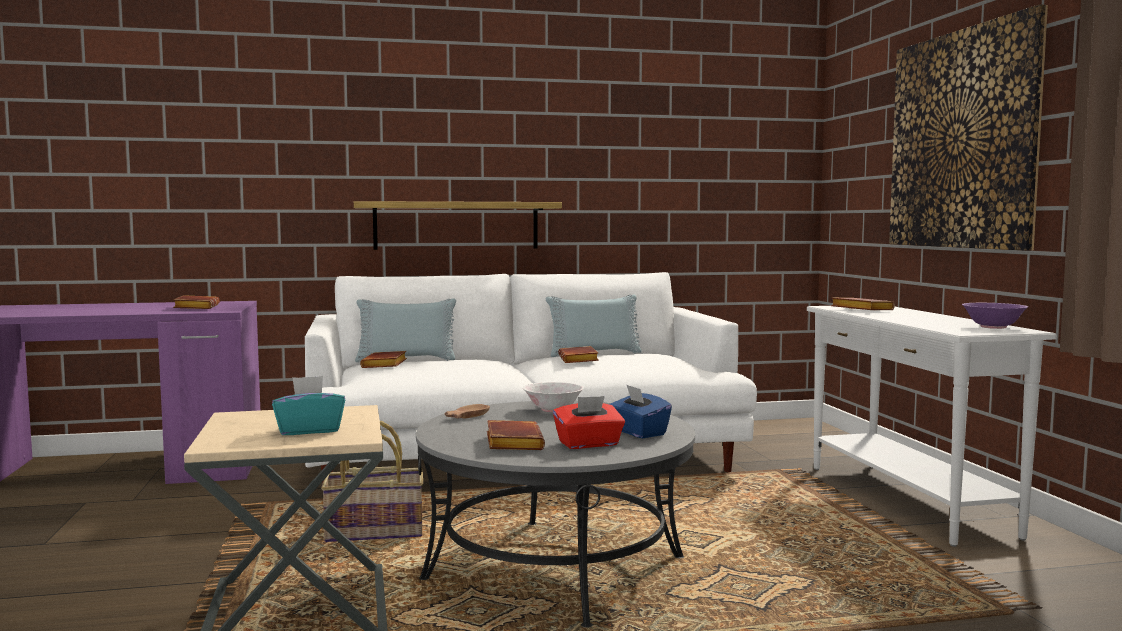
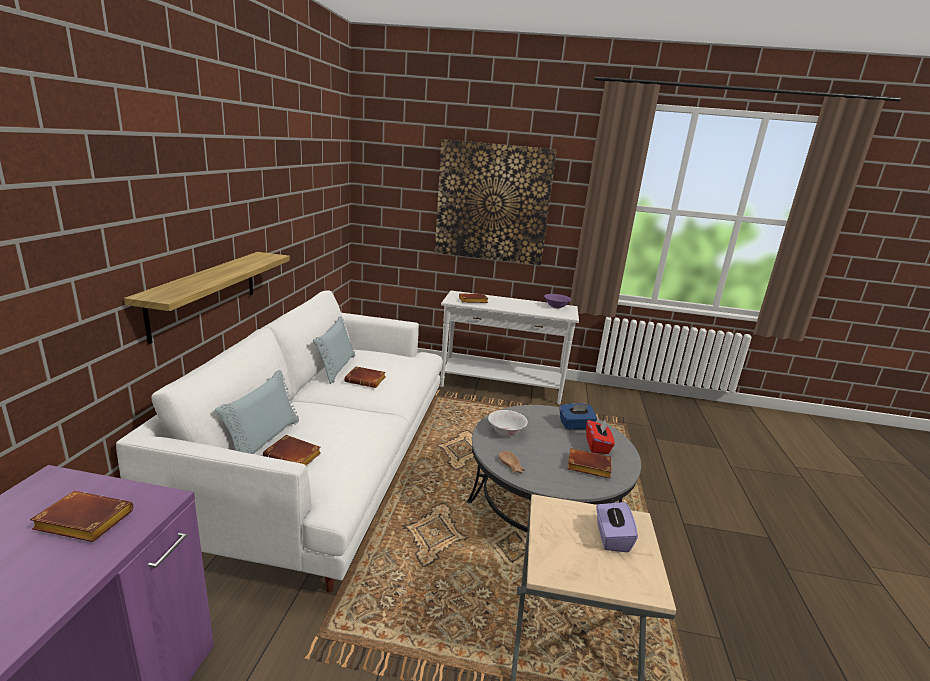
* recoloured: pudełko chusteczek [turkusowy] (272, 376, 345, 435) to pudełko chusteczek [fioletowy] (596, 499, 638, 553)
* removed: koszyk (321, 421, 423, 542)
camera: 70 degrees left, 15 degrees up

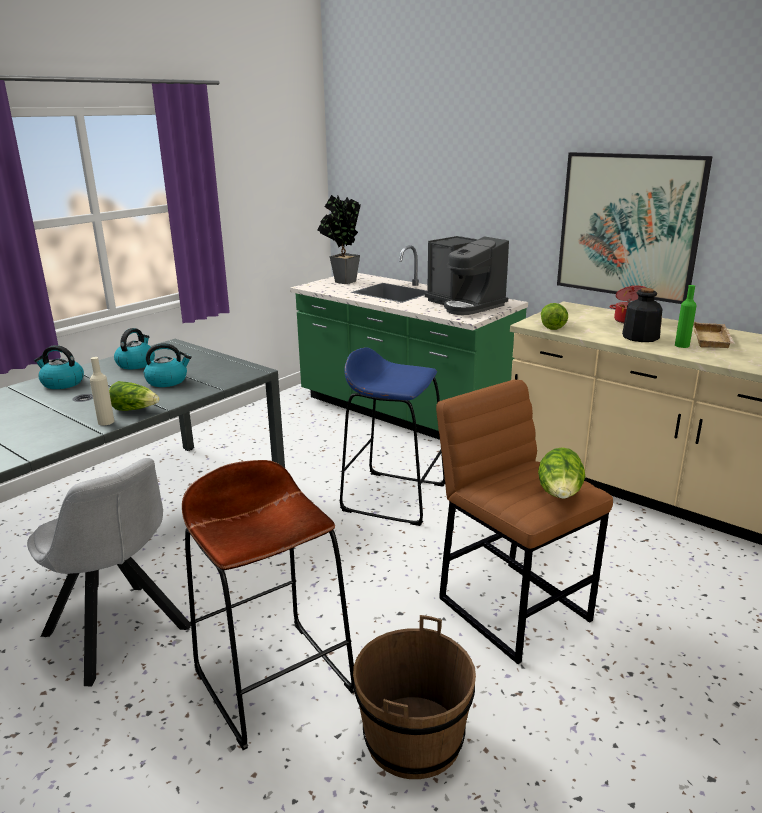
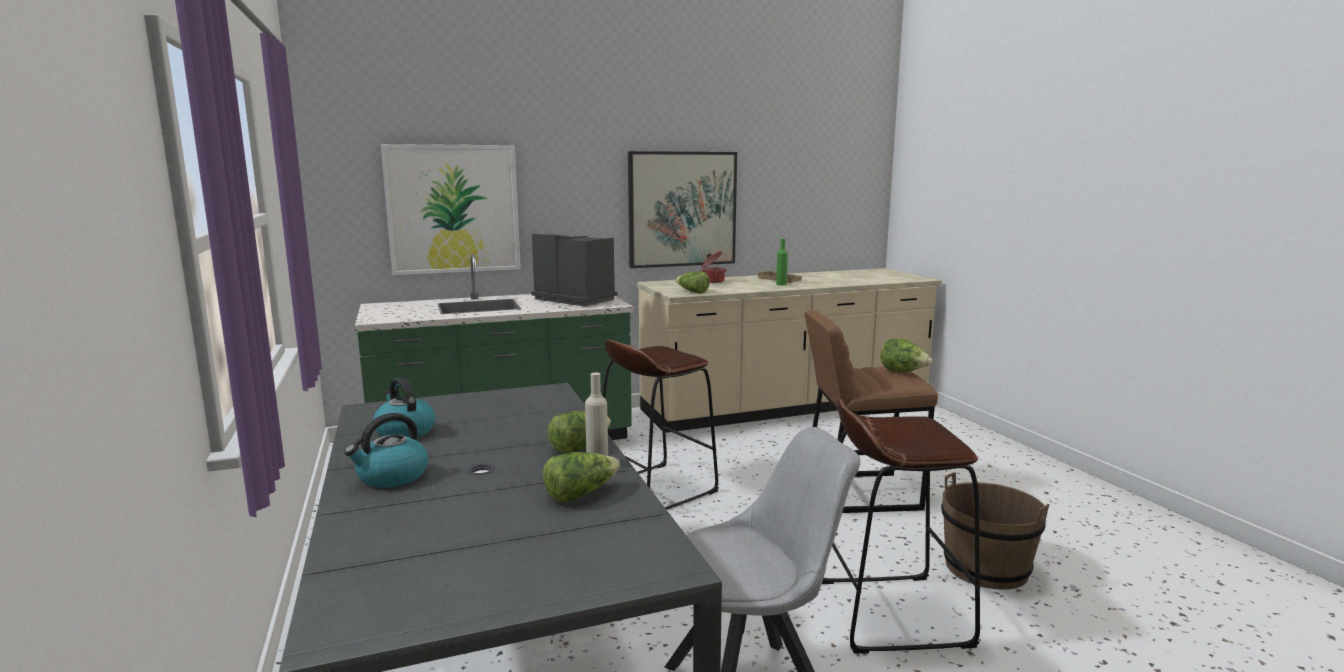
* removed: czajnik (144, 343, 192, 387)
* removed: roślina doniczkowa (317, 195, 361, 284)
* recoloured: stołek [niebieski] (340, 347, 445, 526) to stołek [brązowy] (603, 340, 719, 510)
* turned: ekspres do kawy (425, 236, 509, 315) = (531, 233, 617, 306) 135 degrees counterclockwise
* removed: butelka (622, 288, 662, 342)
* added: obraz (381, 144, 521, 275)
* added: sałata (543, 452, 620, 503)
camera: 60 degrees left, 10 degrees down

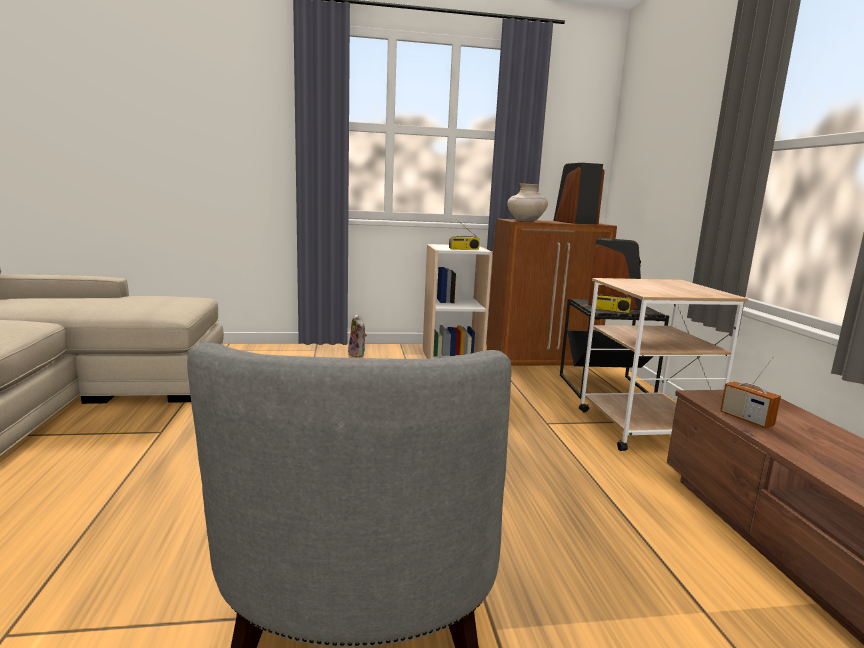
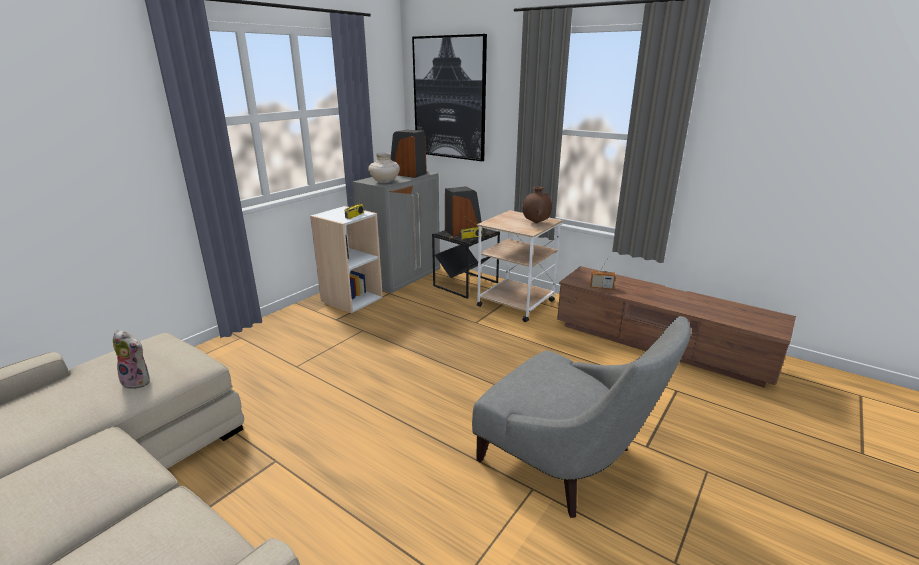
* moved: pluszak (348, 314, 367, 357) to (113, 330, 150, 389)
* recoloured: szafka [brązowy] (486, 219, 617, 366) to szafka [szary] (352, 171, 440, 293)
* added: obraz (412, 34, 487, 161)
* added: wazon [brązowy] (522, 187, 552, 224)
camera: 45 degrees left, 10 degrees up

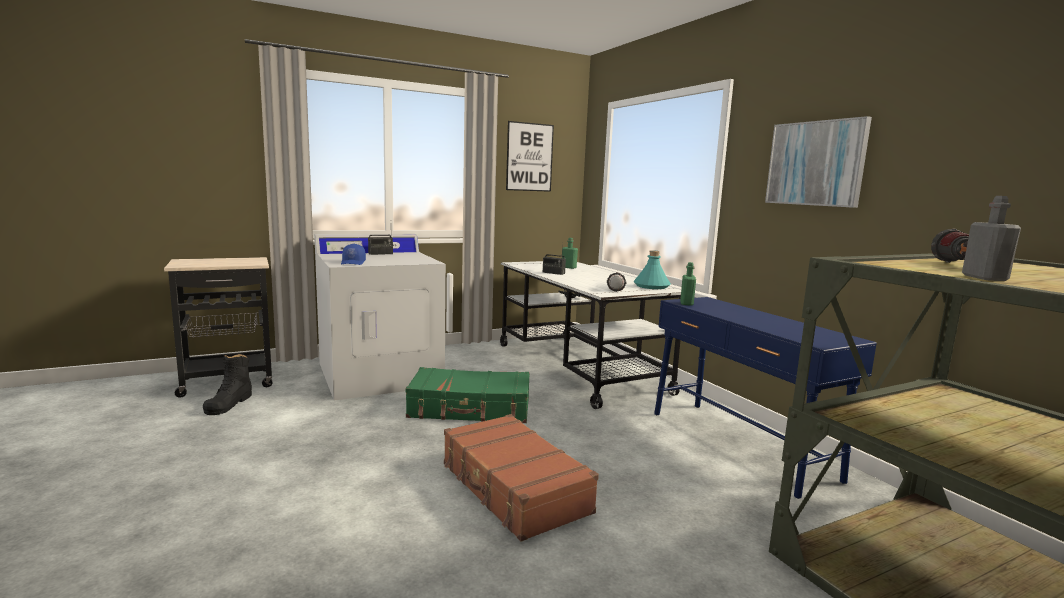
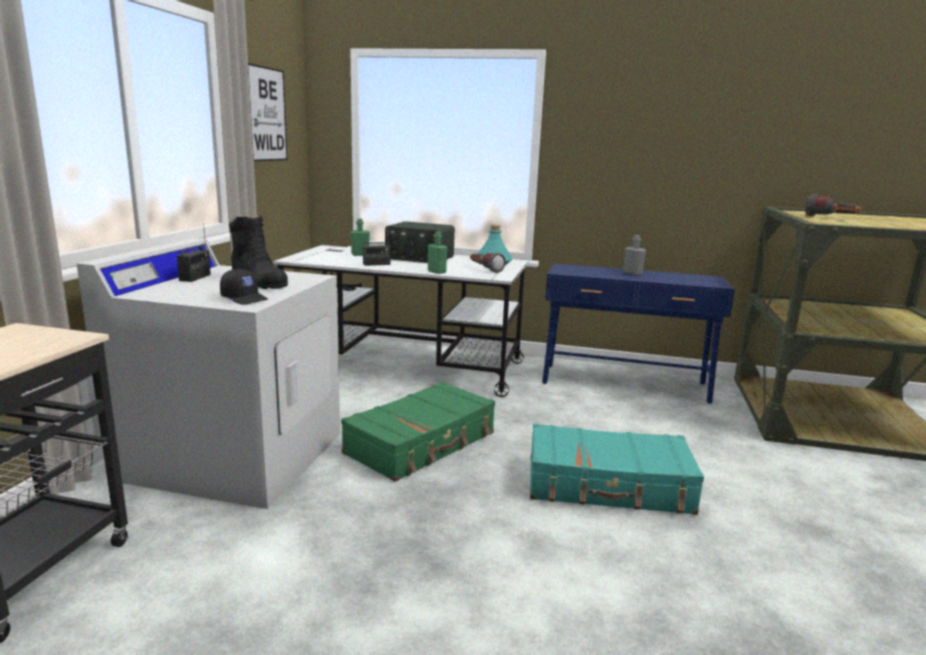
* moved: but z cholewką [czarny] (203, 354, 252, 415) to (229, 215, 288, 289)
* recoloured: czapka z daszkiem [niebieski] (341, 244, 366, 265) to czapka z daszkiem [czarny] (220, 268, 268, 305)
* recoloured: walizka [brązowy] (444, 414, 599, 541) to walizka [turkusowy] (530, 423, 704, 515)
* moved: butelka [zielony] (680, 262, 696, 306) to (428, 231, 447, 274)
* removed: obraz (765, 116, 872, 208)
* moved: butelka [szary] (962, 196, 1021, 281) to (623, 235, 646, 276)
* added: radio (385, 221, 455, 263)
camera: 50 degrees left, 5 degrees up

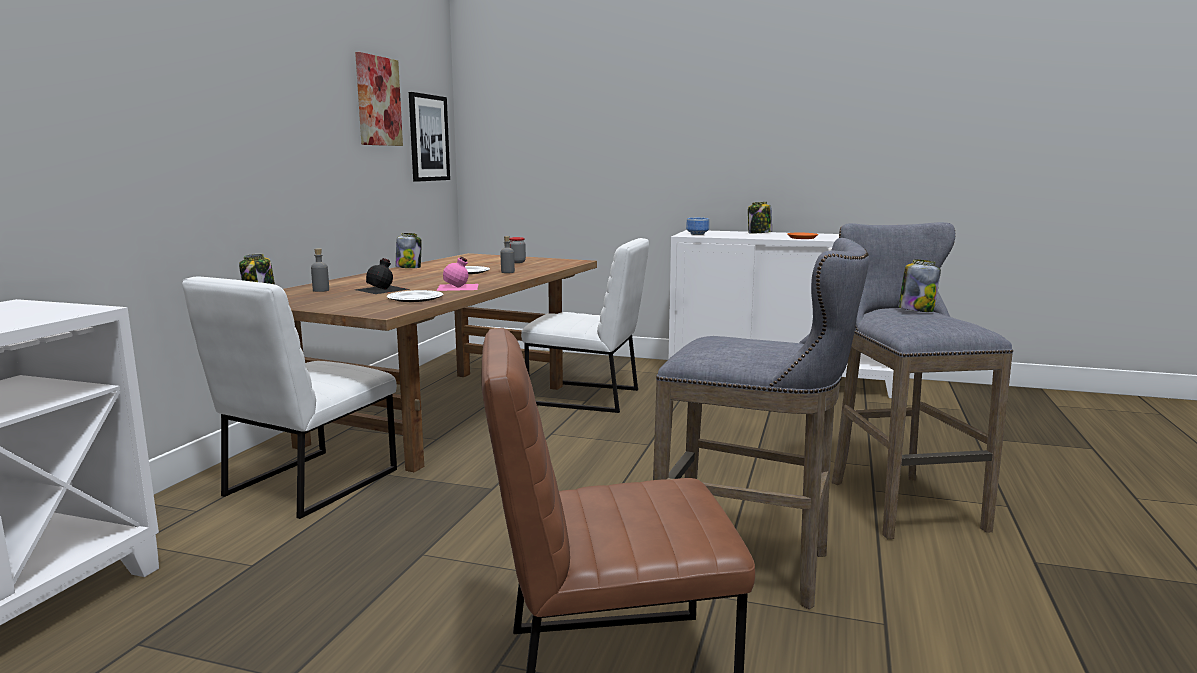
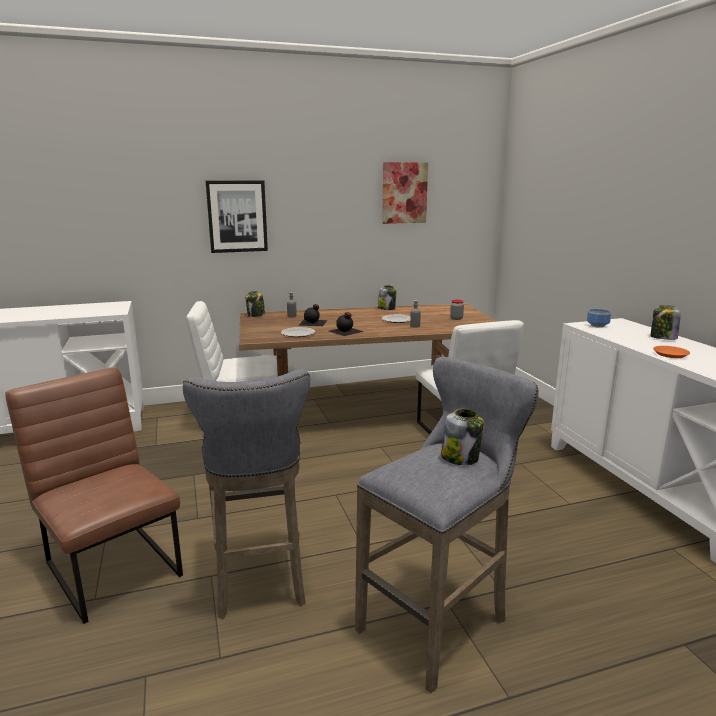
* moved: obraz (409, 92, 450, 182) to (206, 180, 268, 253)
* recoloured: butelka [różowy] (437, 257, 478, 291) to butelka [czarny] (329, 312, 364, 336)
camera: 55 degrees right, 5 degrees up

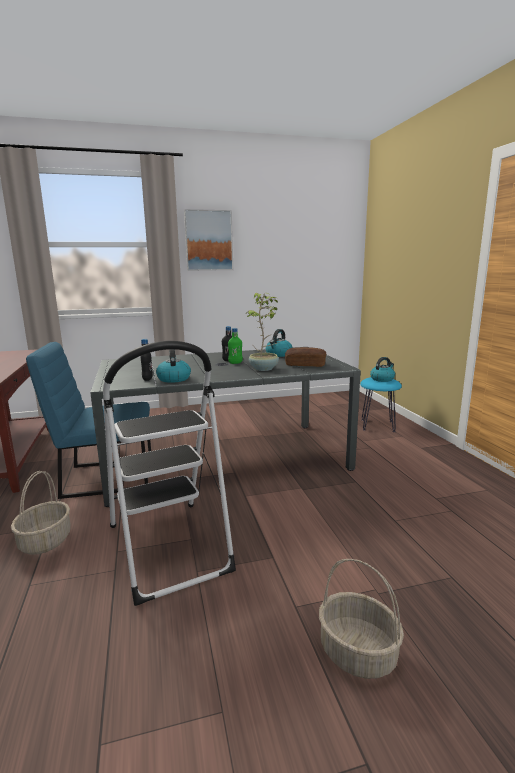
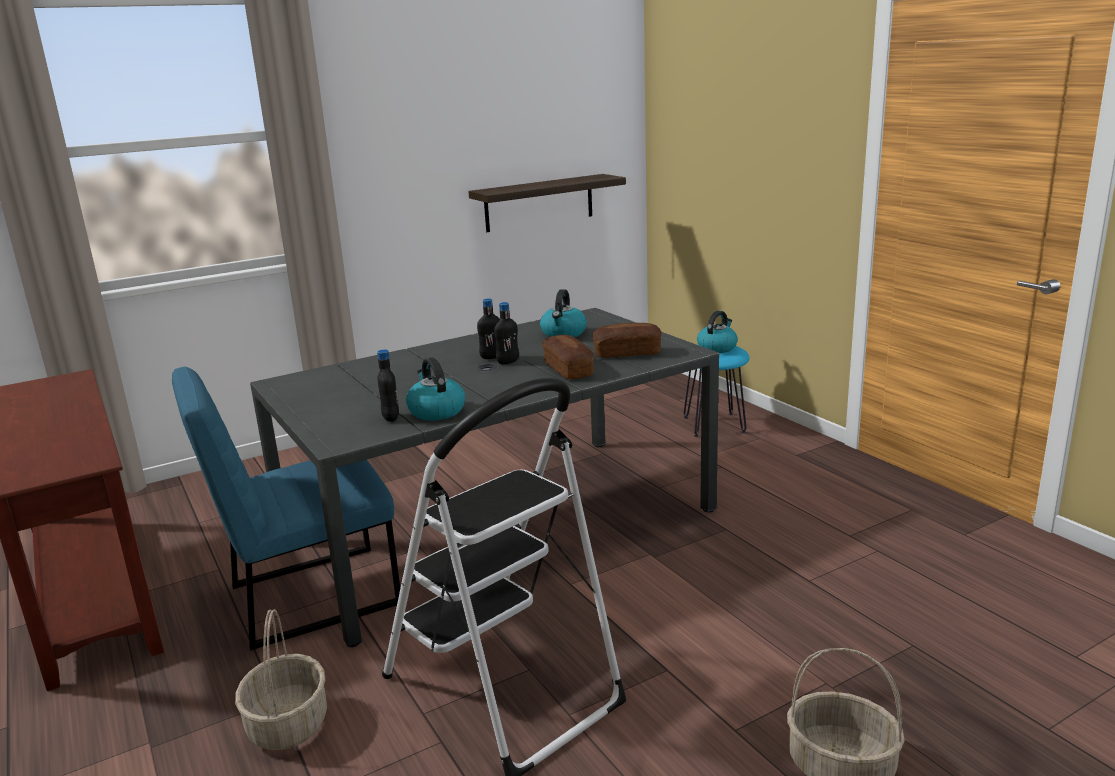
* removed: obraz (184, 209, 233, 271)
* recoloured: butelka [zielony] (228, 328, 243, 364) to butelka [czarny] (494, 302, 519, 364)
* replaced: roślina doniczkowa (247, 293, 279, 371) to chleb (542, 335, 594, 379)
* added: półka (468, 174, 626, 232)
camera: 15 degrees left, 5 degrees up

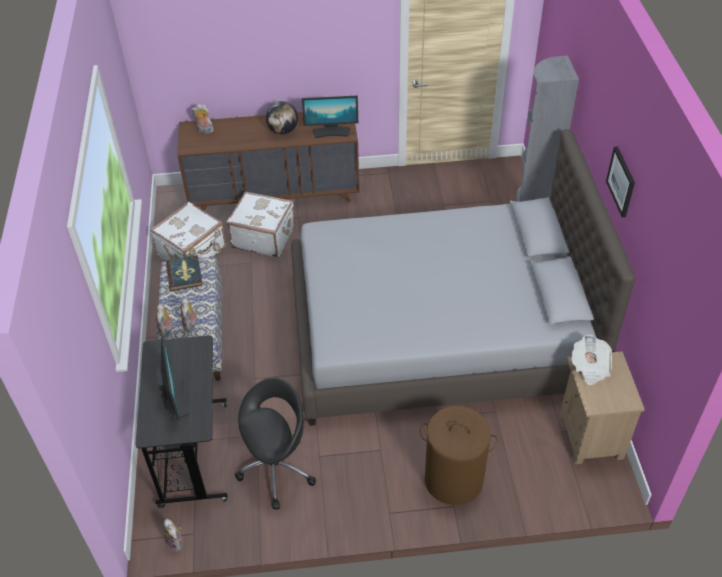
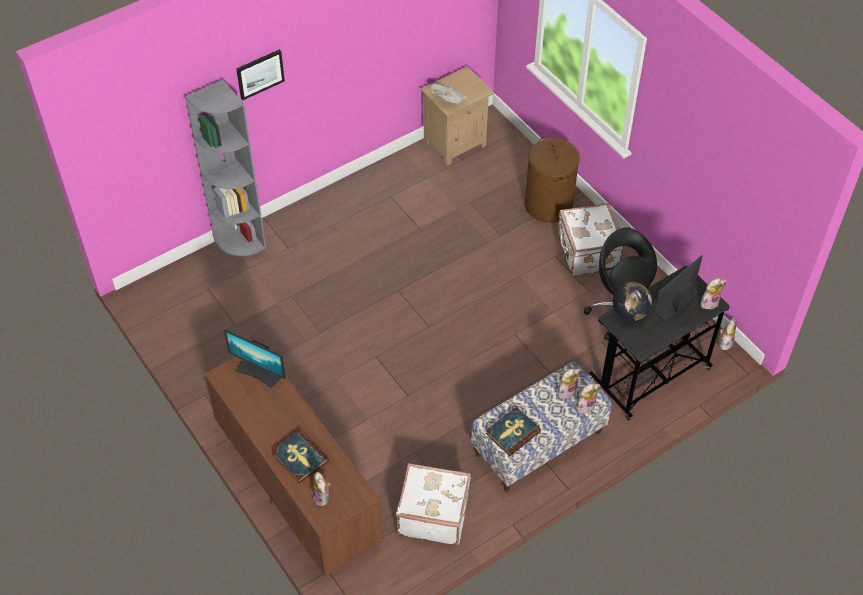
* moved: walizka [biały] (227, 191, 295, 258) to (557, 203, 624, 276)
* moved: globus (266, 101, 298, 134) to (613, 282, 652, 321)
* removed: łóżko [szary] (291, 129, 635, 426)
* turned: monitor (302, 95, 358, 138) = (224, 329, 286, 388) 150 degrees clockwise
* moved: obraz (606, 146, 635, 217) to (236, 49, 285, 100)
* added: książka (271, 430, 329, 483)
* added: pluszak (701, 278, 727, 309)
camera: 120 degrees left, 5 degrees up

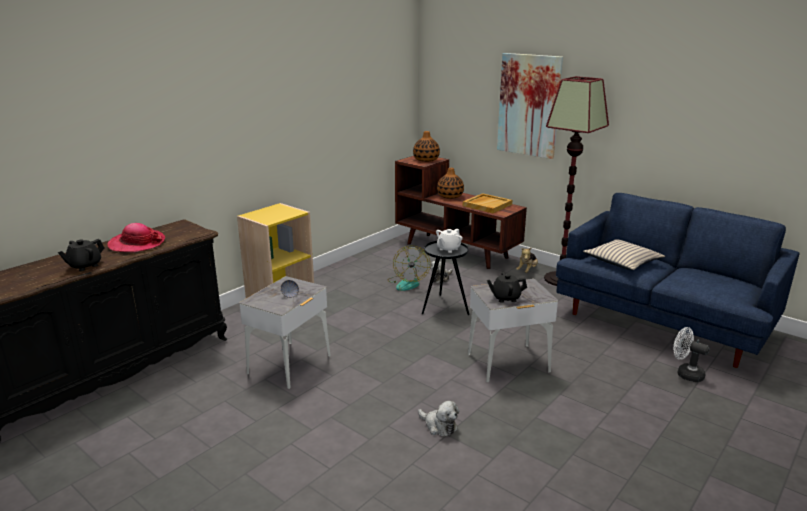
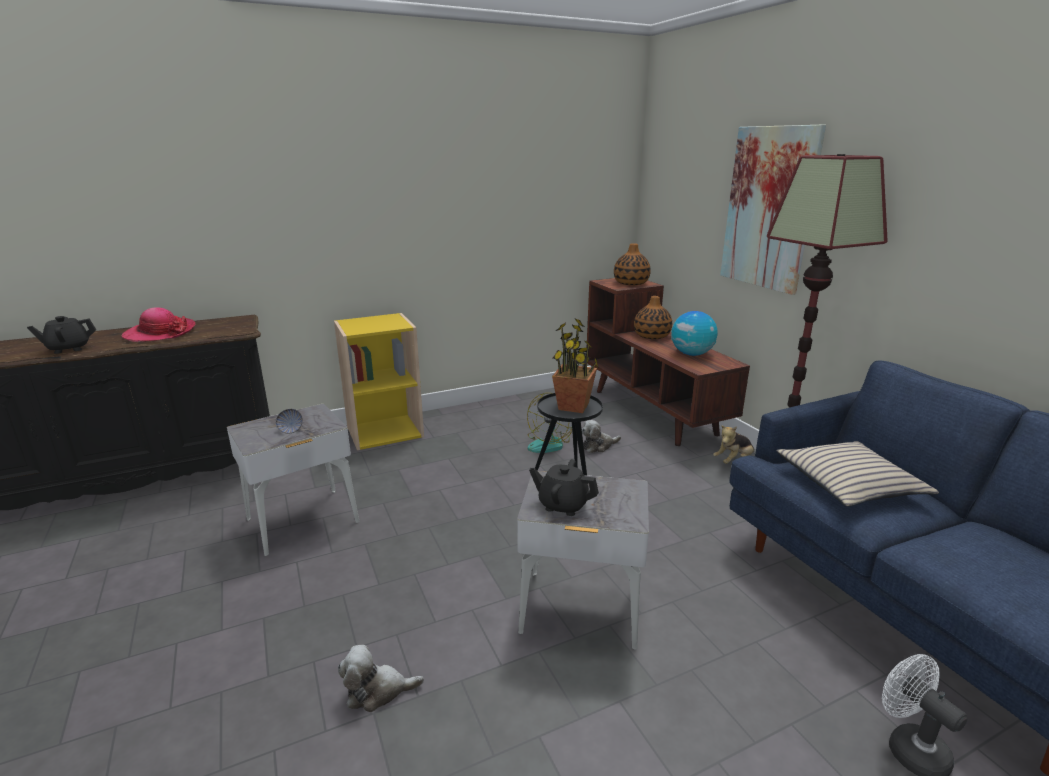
* turned: pluszak (418, 401, 459, 437) = (338, 645, 424, 712) 105 degrees clockwise
* replaced: imbryk [biały] (436, 229, 462, 253) to roślina doniczkowa (552, 318, 599, 413)
* replaced: taca [beżowy] (463, 193, 512, 213) to globus (671, 311, 718, 356)
camera: 25 degrees right, 0 degrees up

